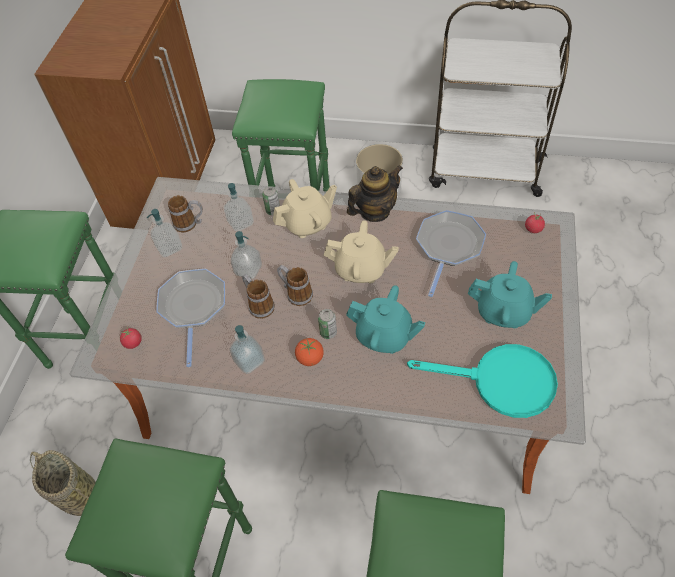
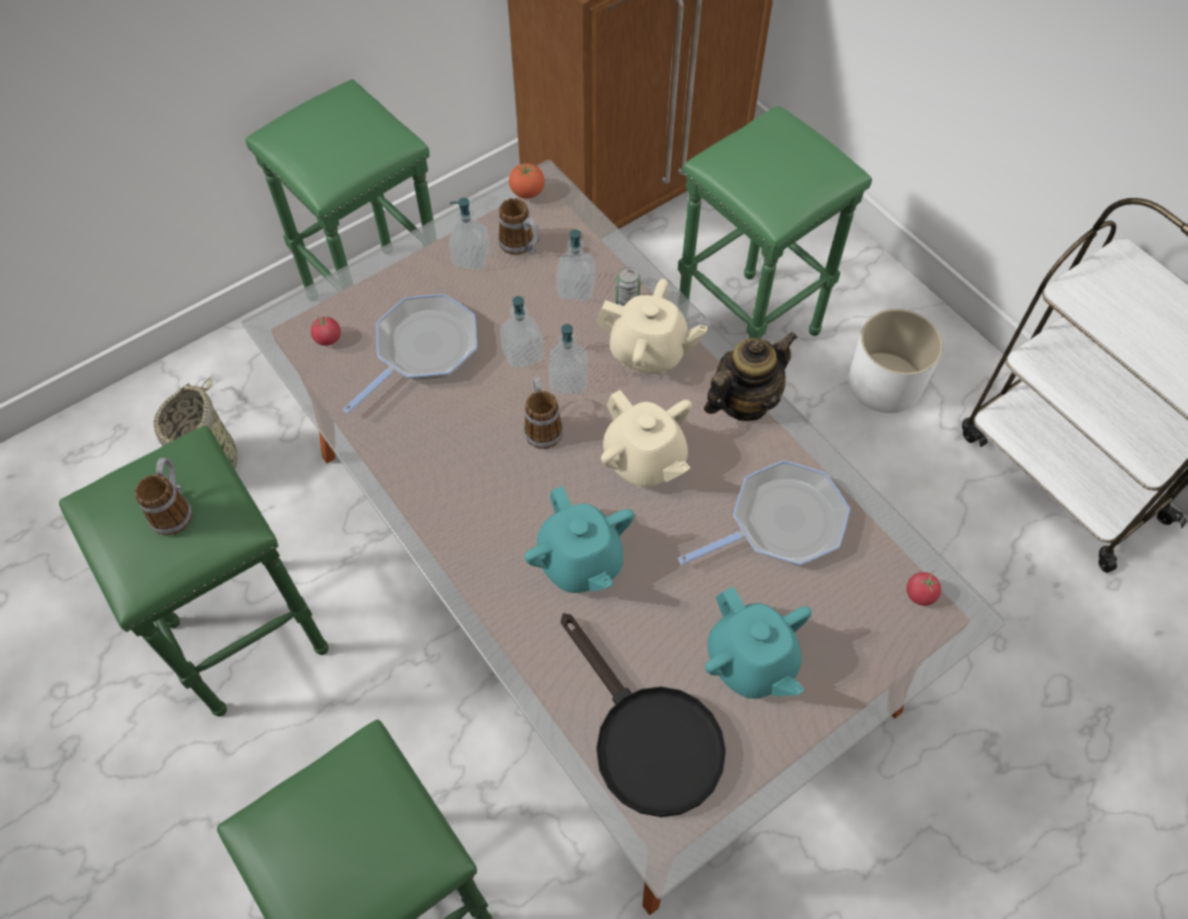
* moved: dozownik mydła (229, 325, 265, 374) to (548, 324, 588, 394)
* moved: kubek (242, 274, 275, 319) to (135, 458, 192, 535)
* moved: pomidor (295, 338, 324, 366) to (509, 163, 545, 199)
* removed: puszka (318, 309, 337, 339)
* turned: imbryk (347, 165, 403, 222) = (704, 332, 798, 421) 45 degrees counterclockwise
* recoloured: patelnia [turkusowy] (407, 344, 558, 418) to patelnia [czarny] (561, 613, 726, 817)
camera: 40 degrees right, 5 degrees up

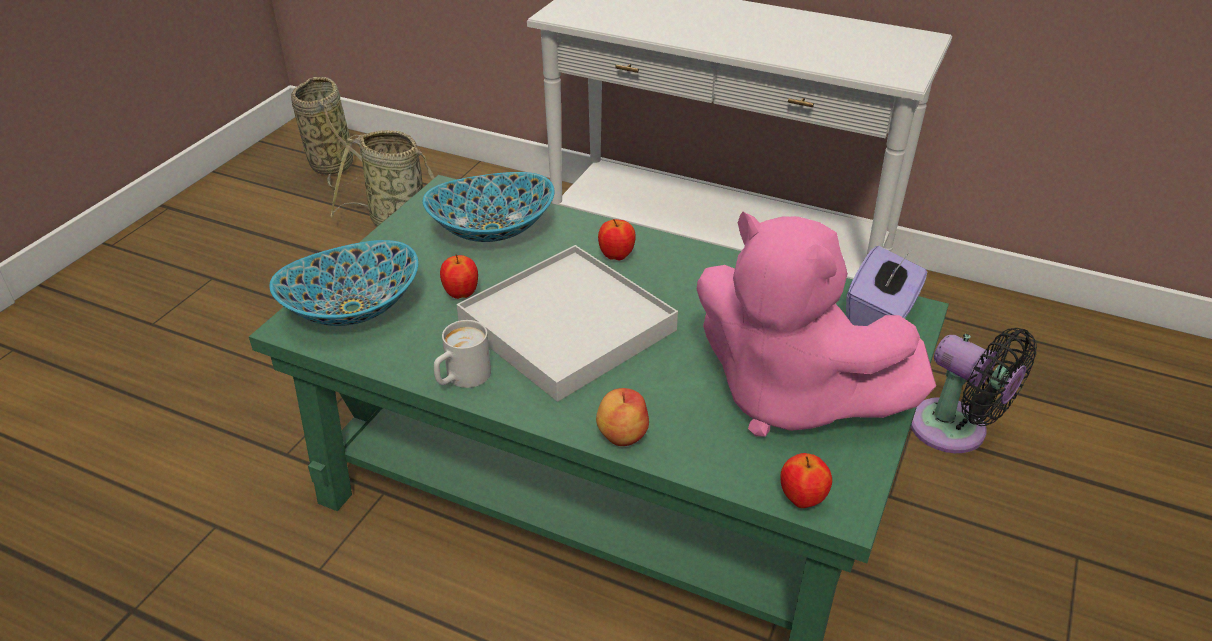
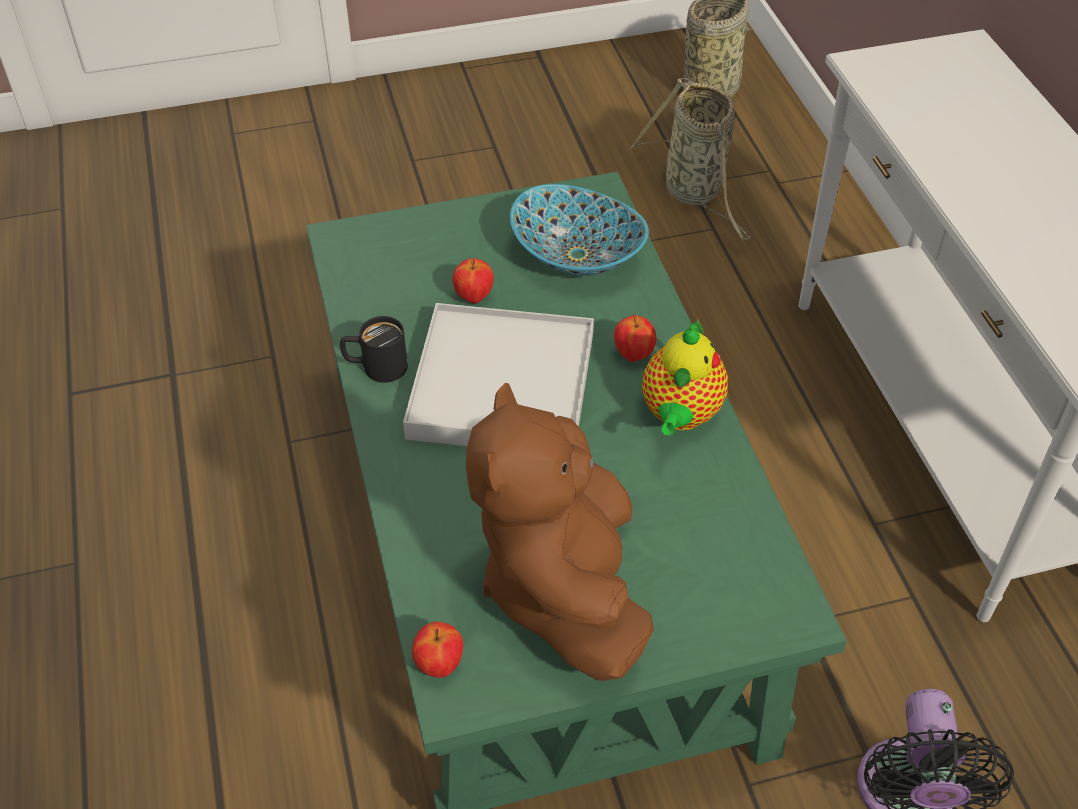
* removed: miska (269, 240, 418, 326)
* recoloured: kubek [biały] (434, 320, 491, 388) to kubek [czarny] (340, 316, 408, 383)
* removed: jabłko (596, 388, 649, 446)
* recoloured: pluszak [różowy] (697, 212, 936, 437) to pluszak [brązowy] (466, 383, 654, 681)
* removed: pudełko chusteczek [fioletowy] (846, 246, 927, 326)
* added: imbryk (642, 320, 728, 436)
camera: 50 degrees right, 10 degrees up

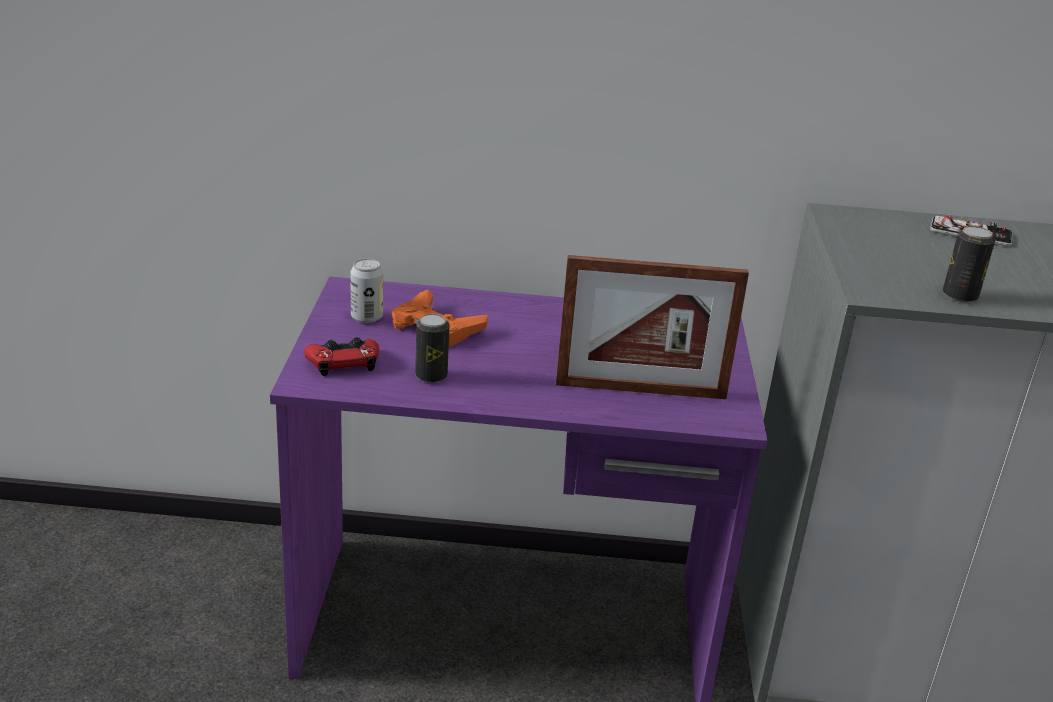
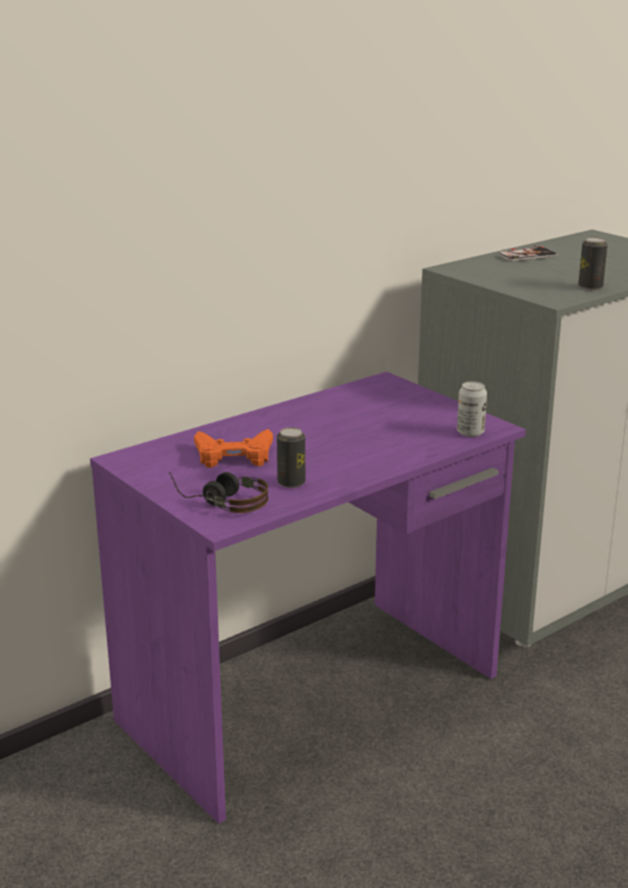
* replaced: pad do gier [czerwony] (304, 337, 379, 376) to słuchawki (169, 472, 268, 513)
* moved: puszka (350, 259, 383, 323) to (457, 381, 487, 437)
* removed: ramka na zdjęcie (556, 255, 749, 399)
camera: 40 degrees left, 5 degrees down

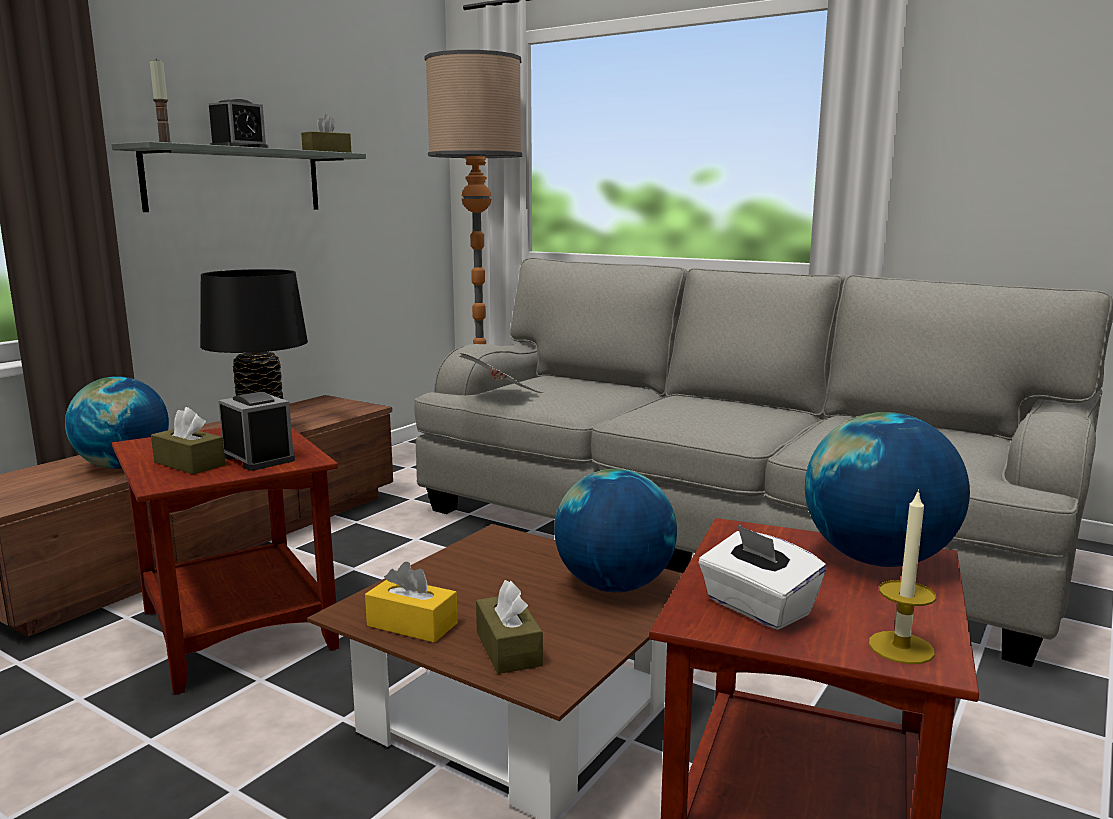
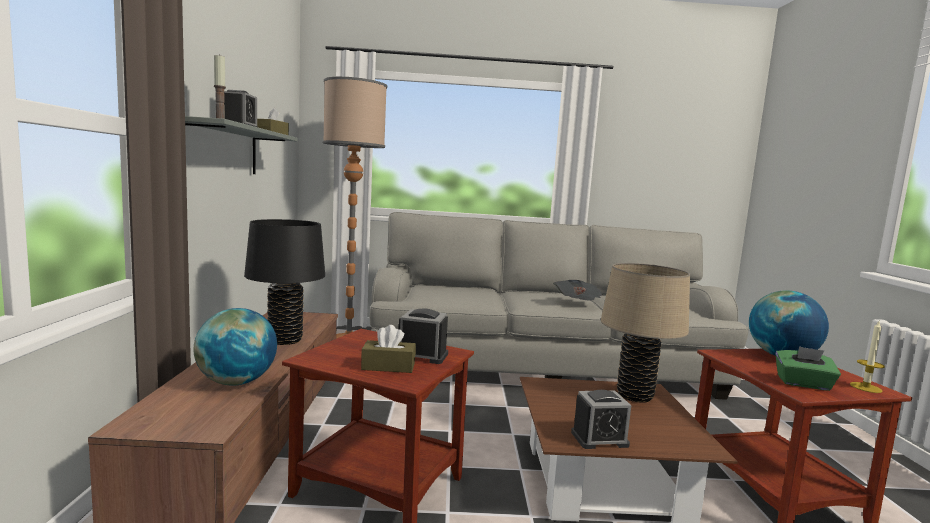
* replaced: pudełko chusteczek [żółty] (365, 562, 458, 643) to budzik (571, 390, 631, 449)
* moved: gazeta (459, 353, 543, 393) to (553, 280, 603, 300)
* removed: pudełko chusteczek [brązowy] (476, 580, 543, 674)
* replaced: globus (554, 469, 677, 592) to lampa stołowa [beżowy] (601, 263, 690, 402)
* recoloured: pudełko chusteczek [biały] (698, 524, 827, 630) to pudełko chusteczek [zielony] (775, 346, 841, 391)
camera: 35 degrees left, 5 degrees down

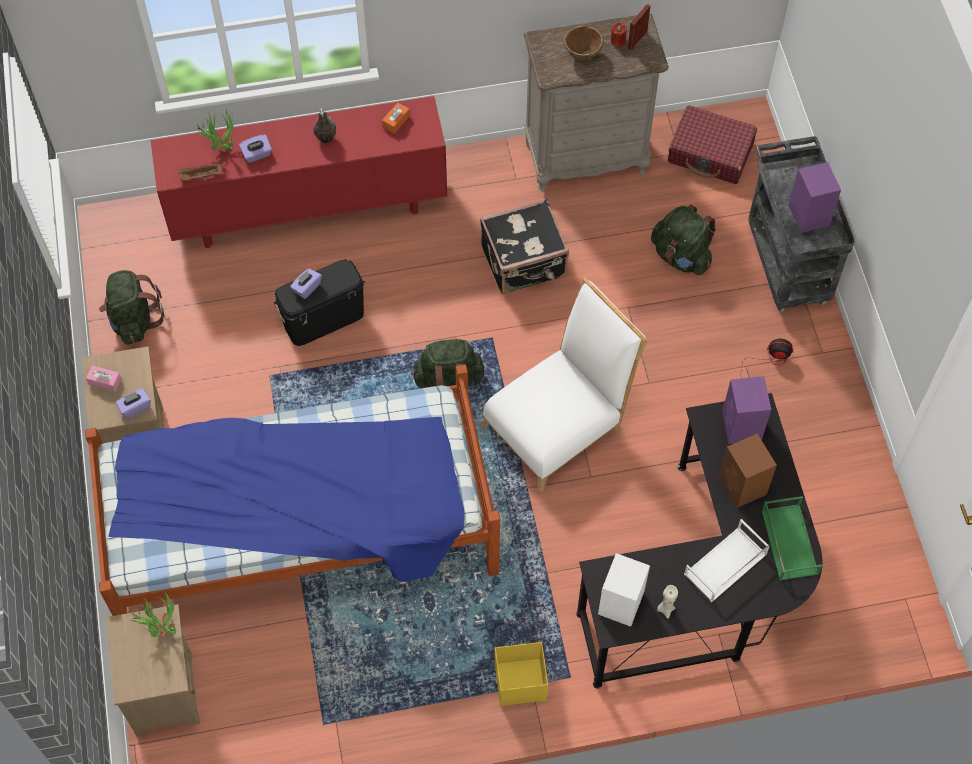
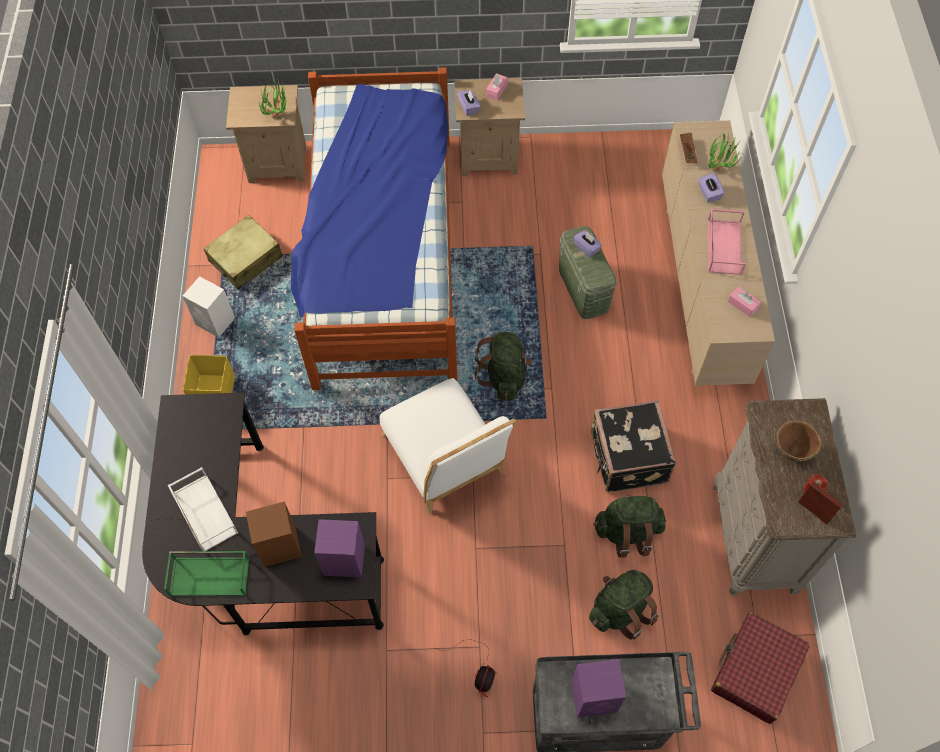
* moved: plecak [zielony] (99, 270, 164, 345) to (593, 493, 666, 558)
* recoloured: szafka [czerwony] (151, 96, 447, 248) to szafka [beżowy] (662, 121, 775, 386)
* recoloured: pojemnik do przechowywania [czarny] (274, 259, 365, 346) to pojemnik do przechowywania [zielony] (559, 226, 617, 319)
* replaced: wazon (313, 108, 336, 144) to taca [różowy] (708, 209, 746, 275)
* recoloured: pudełko chusteczek [pomarańczowy] (382, 102, 410, 134) to pudełko chusteczek [różowy] (728, 287, 761, 317)
* moved: głośnik [biały] (598, 553, 650, 627) to (183, 276, 235, 337)
* removed: świeca [beżowy] (657, 585, 678, 619)
* added: walizka [beżowy] (203, 215, 283, 289)
camera: 100 degrees right, 0 degrees up

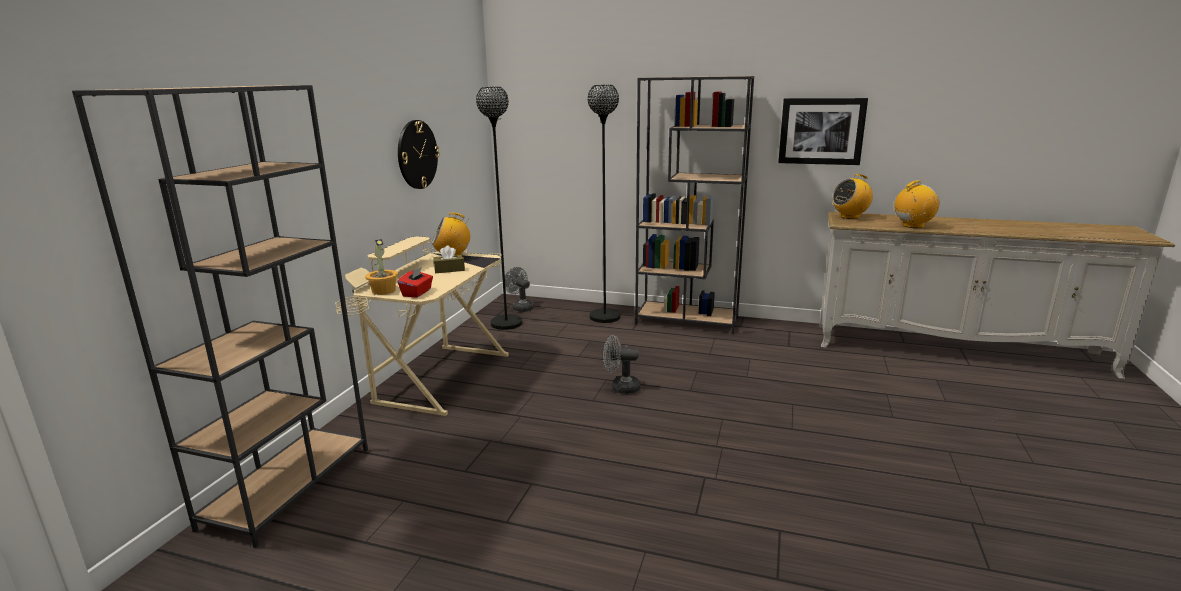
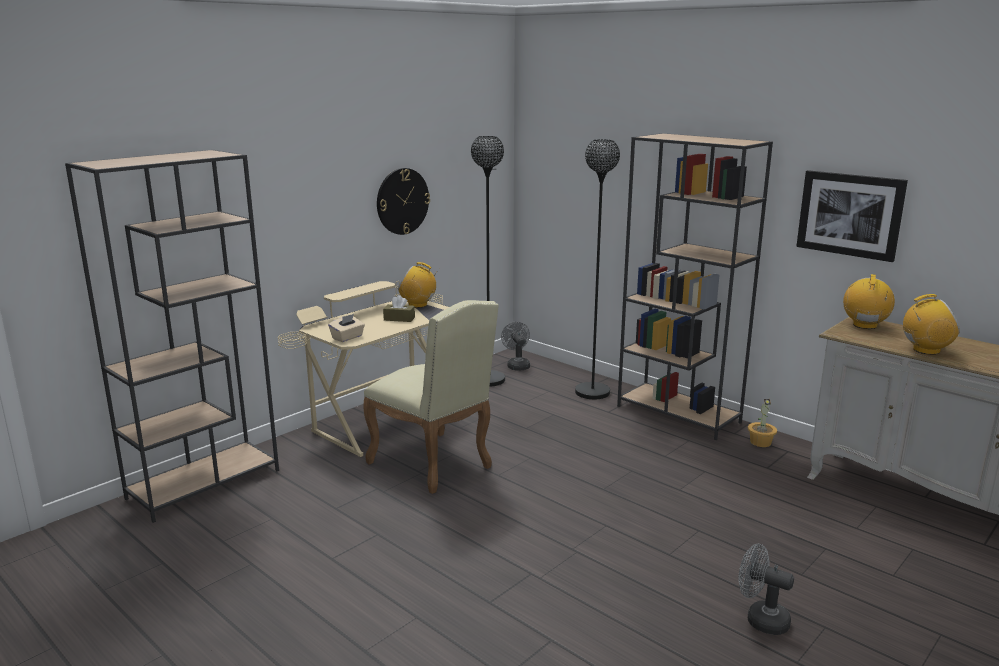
* moved: roślina doniczkowa (365, 239, 398, 295) to (748, 399, 777, 447)
* recoloured: pudełko chusteczek [czerwony] (398, 266, 433, 298) to pudełko chusteczek [beżowy] (328, 314, 365, 342)
* moved: wentylator [szary] (603, 335, 640, 394) to (738, 544, 794, 635)
* turned: radio (832, 174, 873, 219) = (843, 274, 895, 329) 105 degrees clockwise
* added: krzesło [beżowy] (363, 300, 499, 494)
camera: 25 degrees right, 0 degrees up

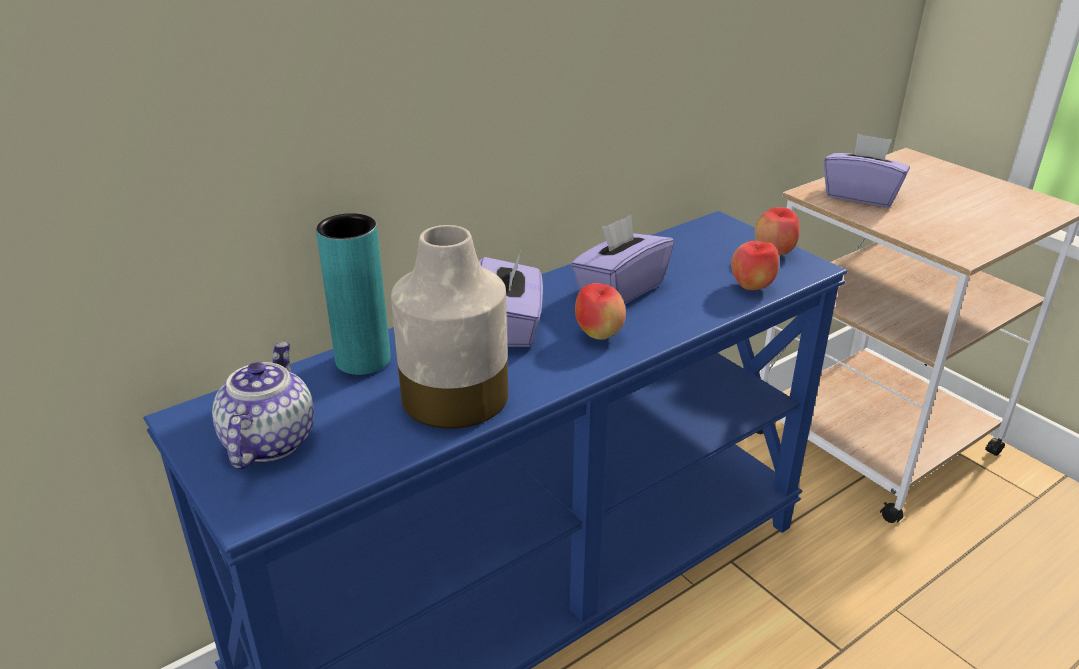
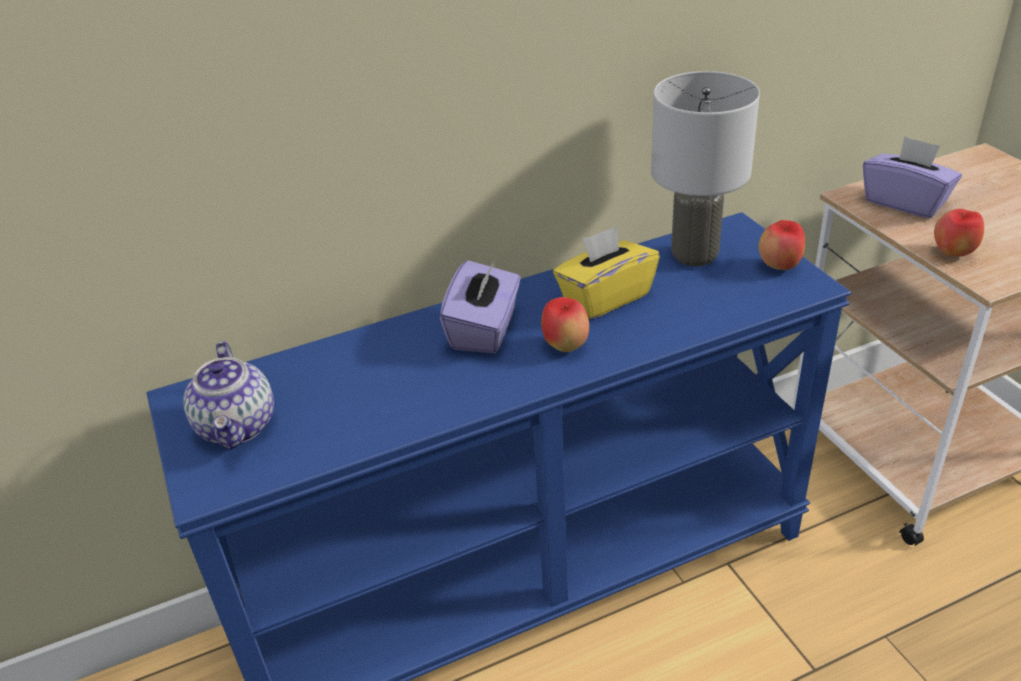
* turned: imbryk (212, 342, 314, 469) = (184, 341, 274, 449) 150 degrees clockwise
* removed: wazon [turkusowy] (316, 213, 391, 375)
* removed: wazon [beżowy] (391, 225, 508, 429)
* recoloured: pudełko chusteczek [fioletowy] (571, 215, 674, 304) to pudełko chusteczek [żółty] (553, 226, 660, 319)
* moved: jabłko (731, 241, 779, 290) to (934, 209, 984, 257)
* added: lampa stołowa [biały] (651, 71, 760, 267)
camera: 15 degrees right, 5 degrees up

